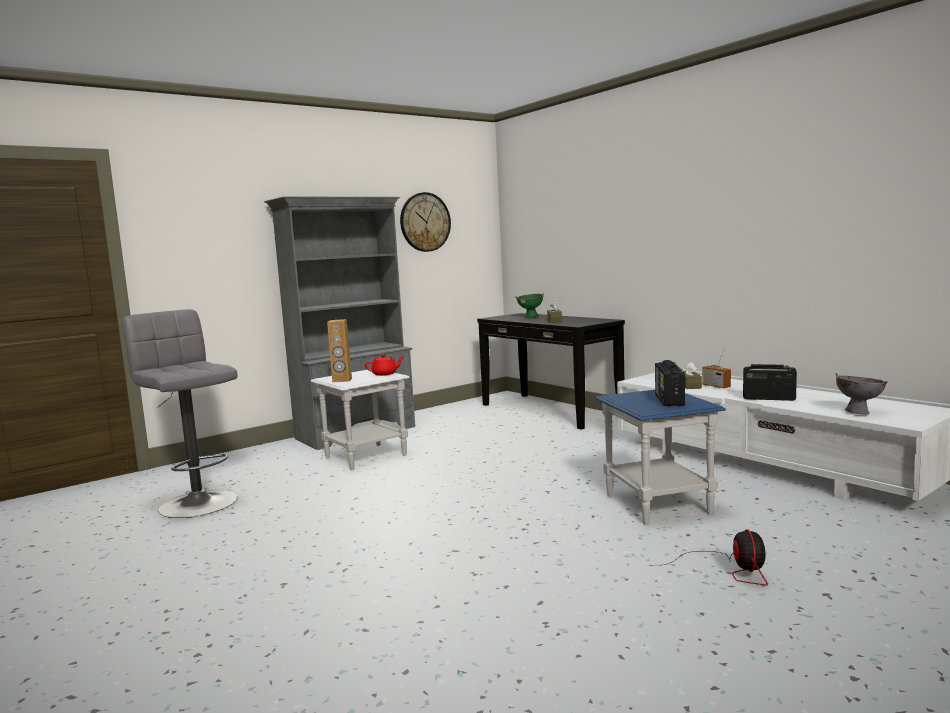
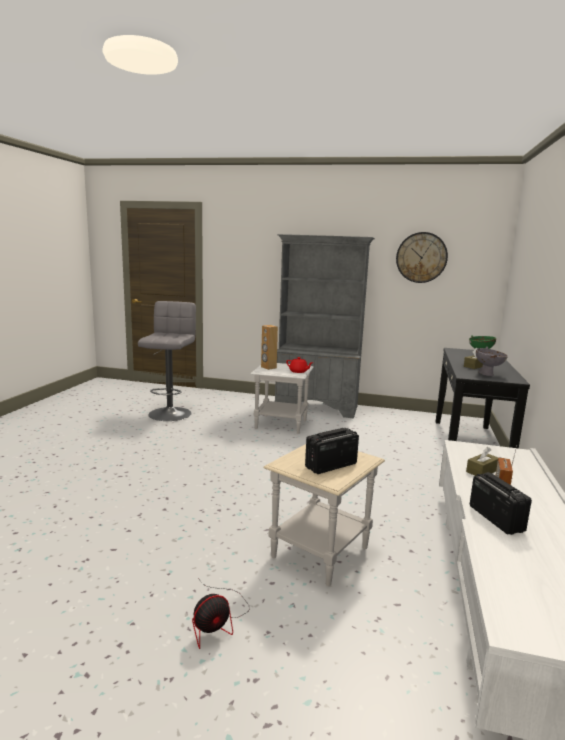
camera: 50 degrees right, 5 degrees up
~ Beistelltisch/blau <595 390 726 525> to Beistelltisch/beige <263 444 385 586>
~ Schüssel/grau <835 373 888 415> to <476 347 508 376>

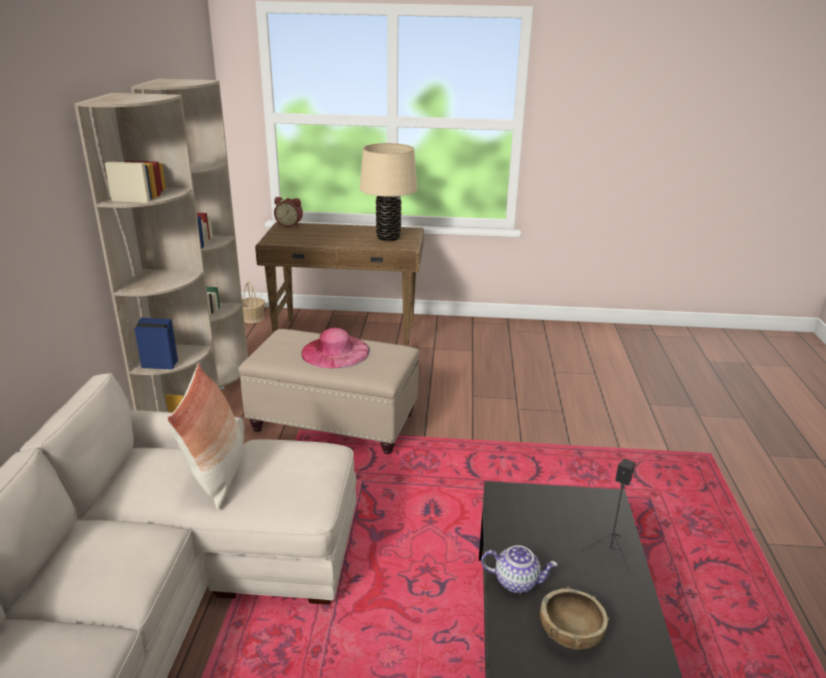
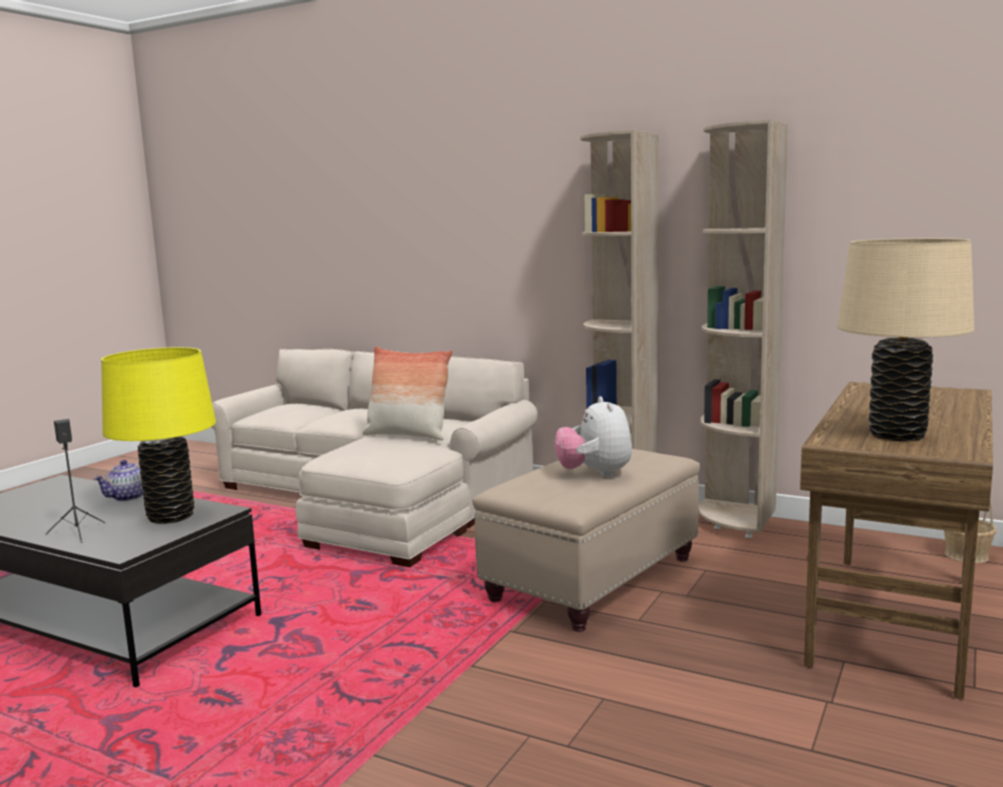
camera: 115 degrees right, 15 degrees down
- Wecker <274 197 303 227>
~ Hut/rosa <301 328 370 368> to Plüschtier <555 396 632 478>
- Schüssel/braun <540 586 610 650>
+ Tischlampe/gelb <101 347 216 524>

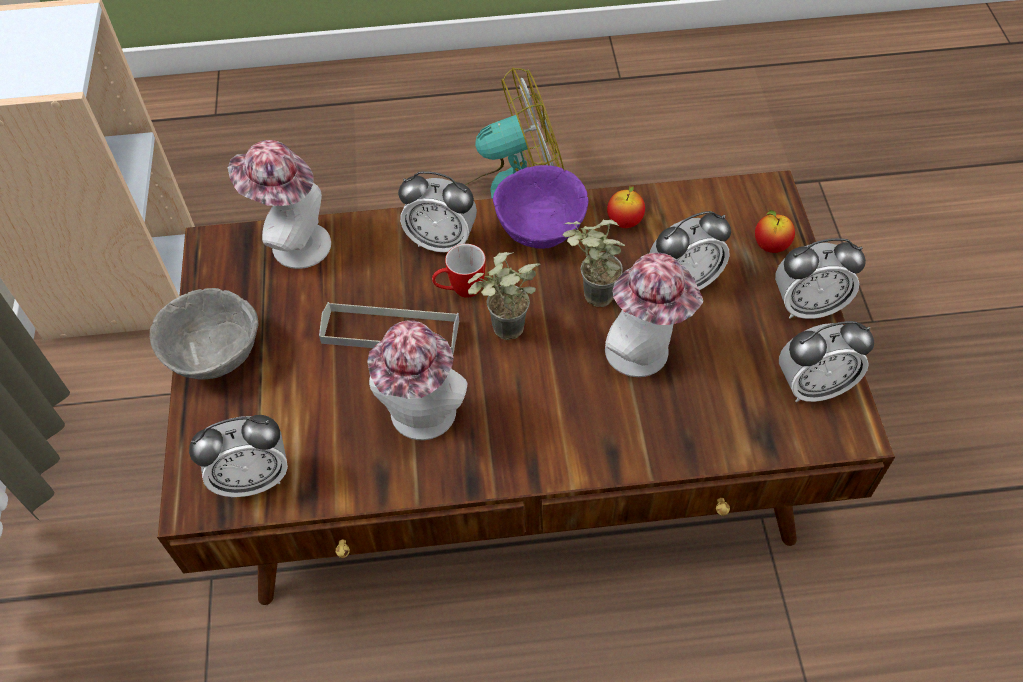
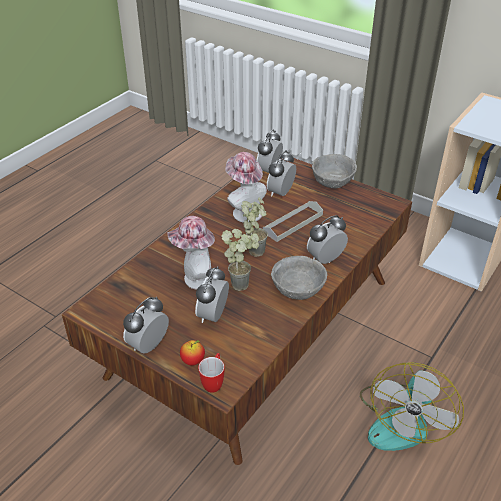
camera: 130 degrees right, 15 degrees down
- Hut <228 140 331 269>
~ Henkelbecher <432 244 486 298> to <198 353 225 393>
~ Schüssel/lila <493 165 589 249> to Schüssel/grau <271 256 327 300>
- Apfel <607 185 645 228>
~ Wecker <779 321 874 402> to <267 150 296 197>

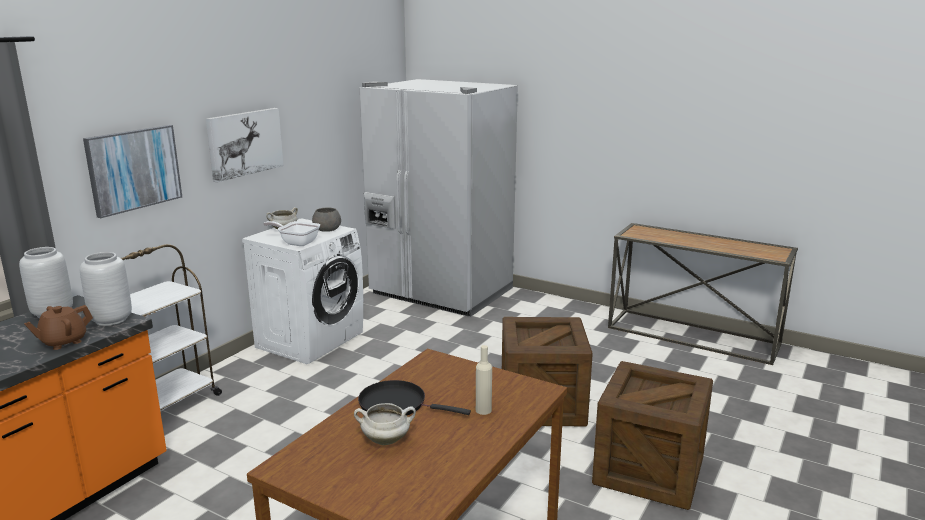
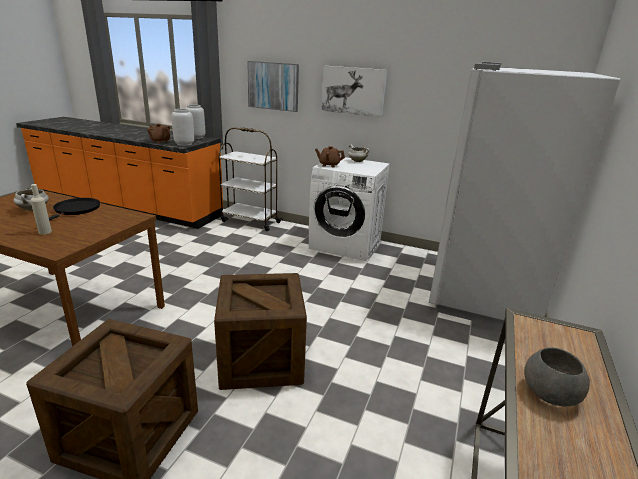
camera: 80 degrees right, 5 degrees up
~ Pfanne <263 221 320 246> to Teekanne/braun <315 146 345 167>
~ Schüssel/grau <312 207 341 232> to <524 347 590 406>

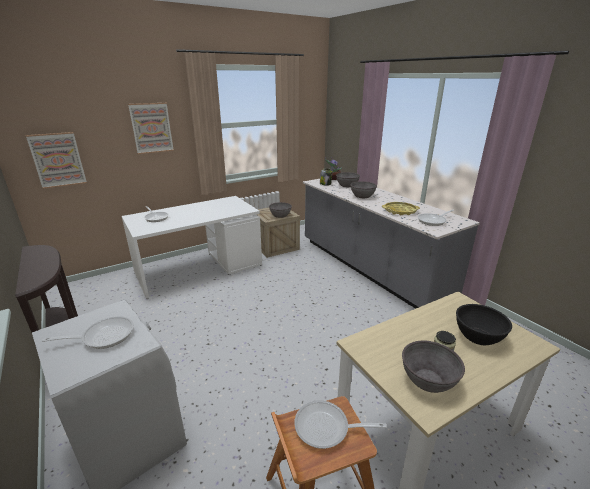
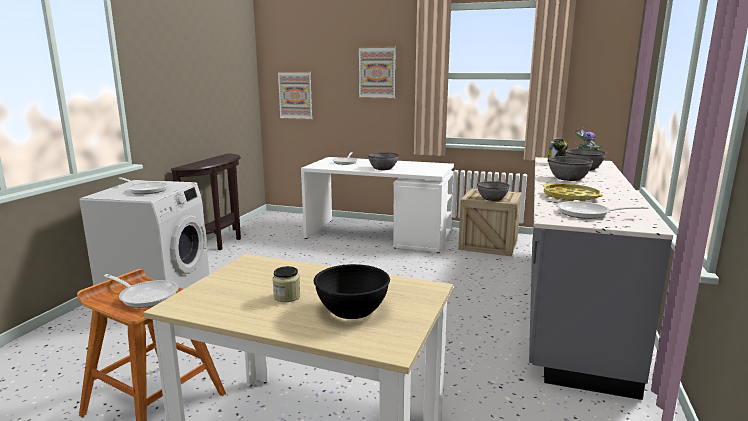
camera: 50 degrees right, 10 degrees down
~ Pfanne <294 400 387 449> = <104 274 179 308> 150 degrees clockwise
~ Schüssel/grau <402 341 465 393> to <368 152 399 170>

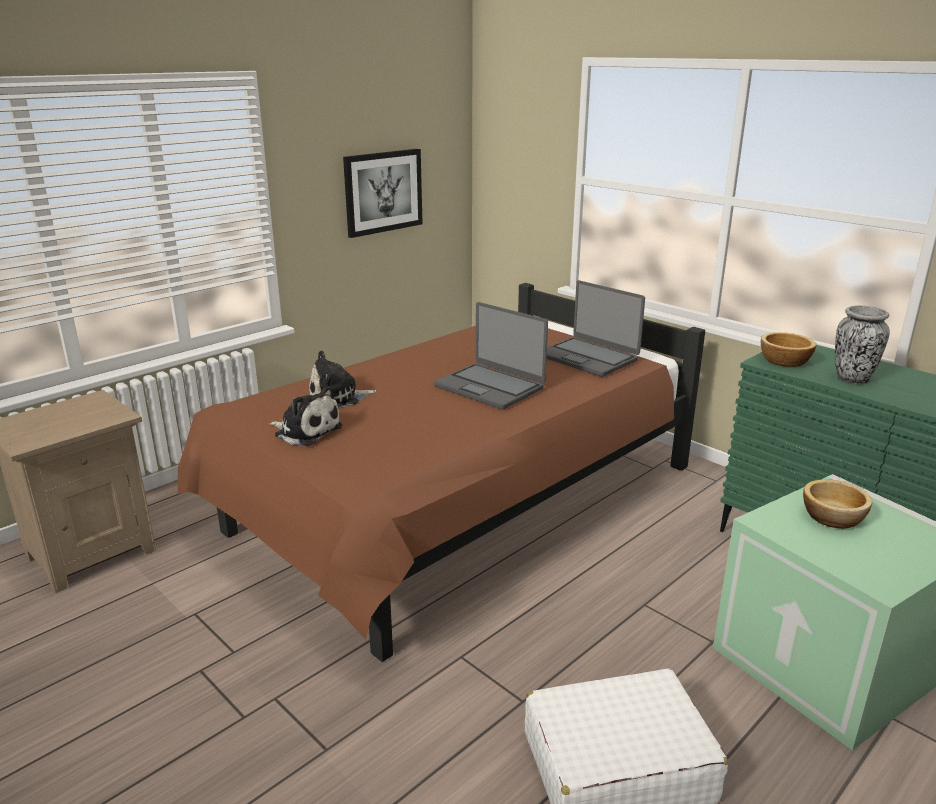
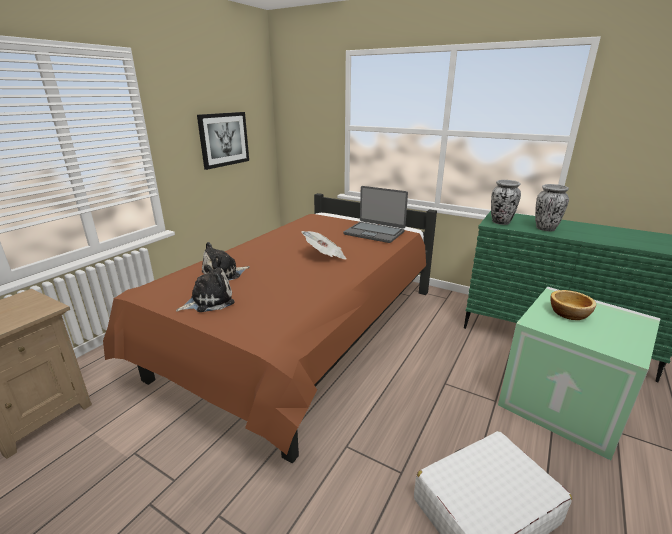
camera: 15 degrees left, 0 degrees up
~ Plüschtier <269 386 343 446> = <176 265 235 312> 45 degrees counterclockwise
~ Laptop <434 302 548 410> to Zeitung <301 231 347 259>
~ Schüssel <761 332 816 367> to Vase <491 180 521 225>

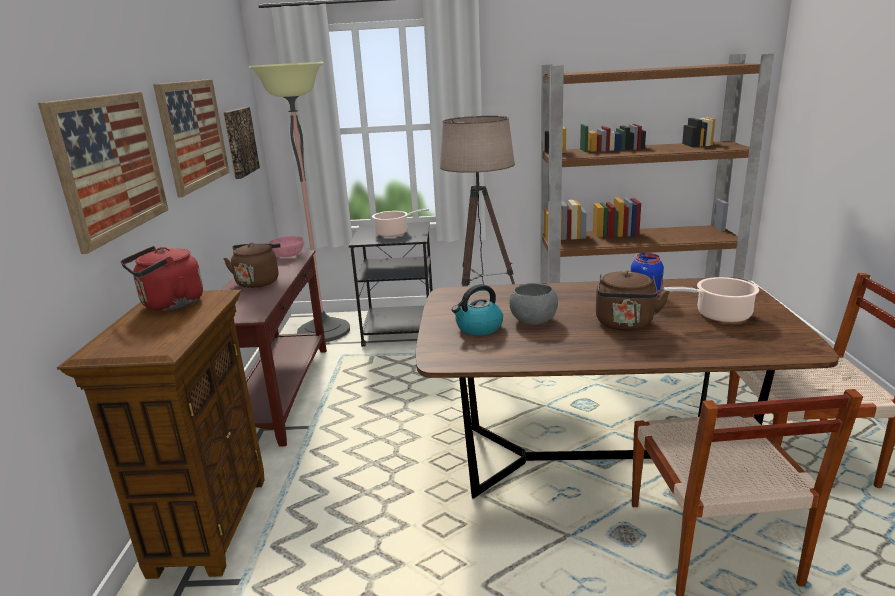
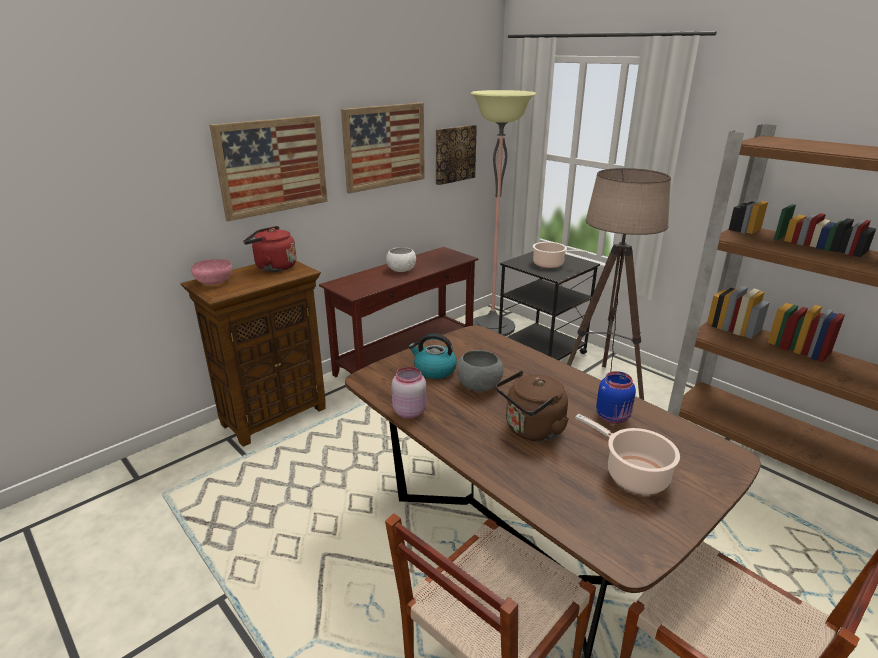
camera: 45 degrees right, 5 degrees up
~ Wasserkessel/braun <223 243 280 288> to Schüssel/weiß <386 247 416 272>
~ Schüssel/rosa <269 236 304 257> to <191 259 232 285>
+ Vorratsglas/rosa <391 367 427 418>

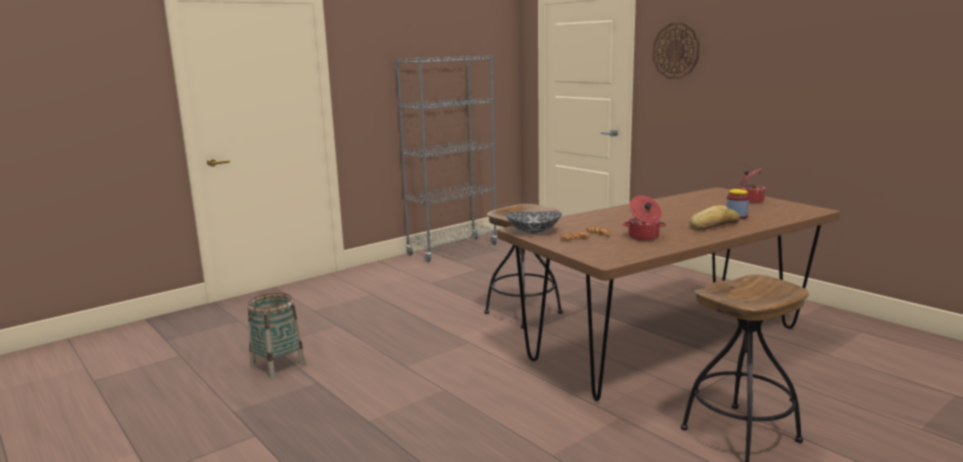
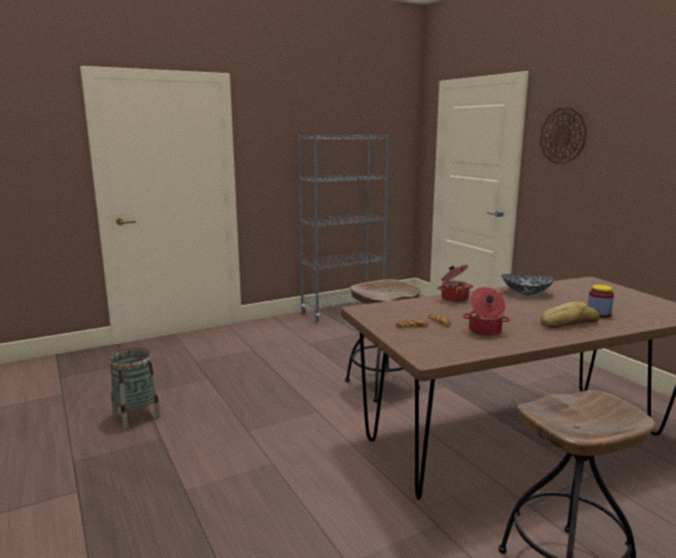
camera: 10 degrees right, 0 degrees up
~ Schüssel <505 211 562 234> to <501 274 555 295>
~ Kochtopf <738 168 766 203> to <437 265 474 302>

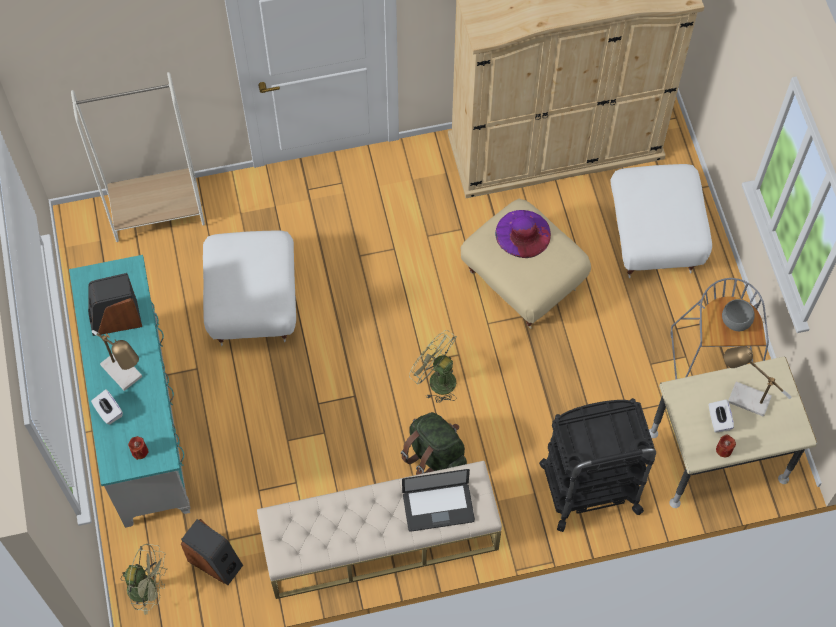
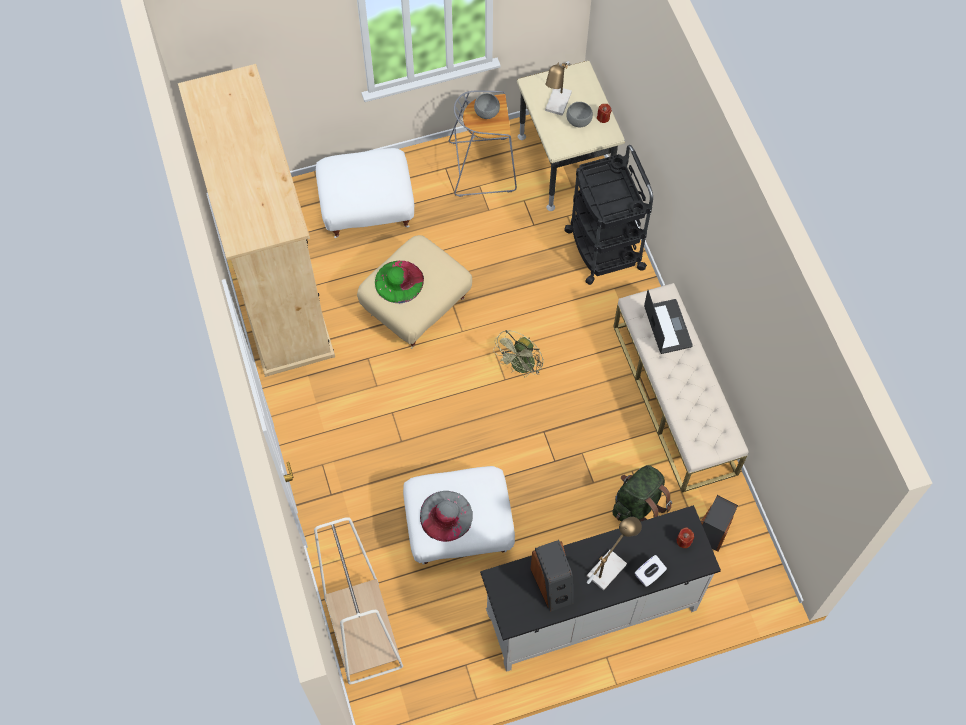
camera: 95 degrees left, 0 degrees up
~ Kommode/türkis <69 255 190 528> to Kommode/schwarz <480 505 721 672>
- Ventilator/grün <121 543 167 615>
~ Rucksack/grün <401 412 467 475> to <612 465 672 522>
~ Hut/lila <495 210 551 258> to Hut/grün <375 261 424 303>
~ Taschentuchbox/weiß <709 399 734 432> to Schüssel/grau <566 102 593 127>
+ Hut/grau <420 491 473 542>

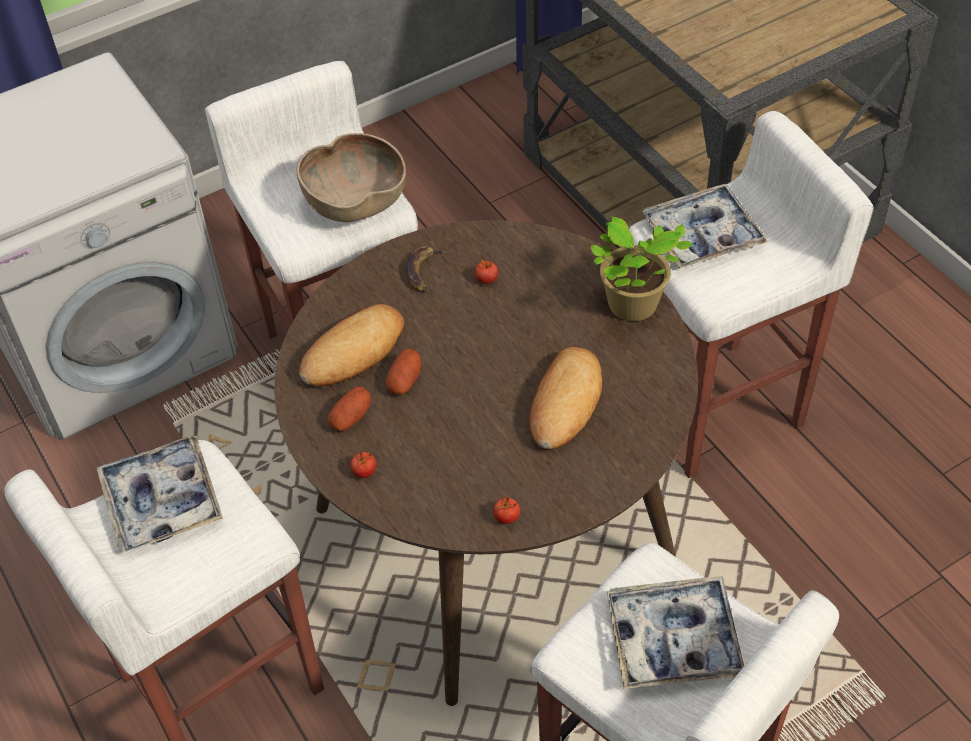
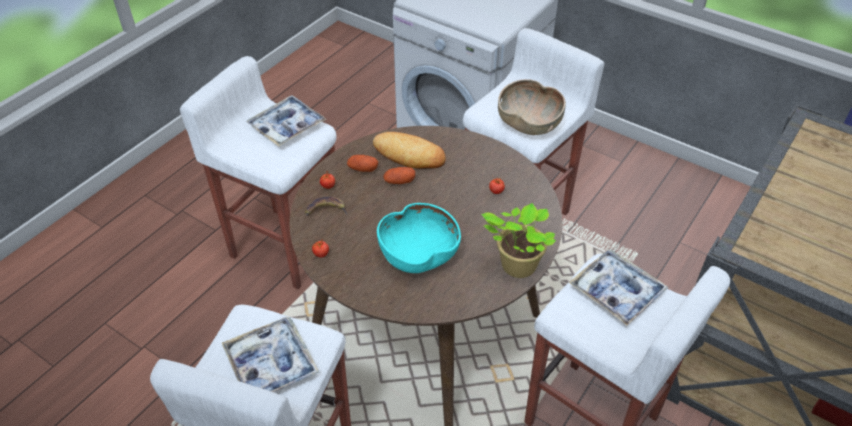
camera: 65 degrees right, 5 degrees down
~ Banane <406 246 446 292> to <305 197 348 216>
~ Brot <529 347 602 449> to Schüssel/türkis <377 203 461 273>

